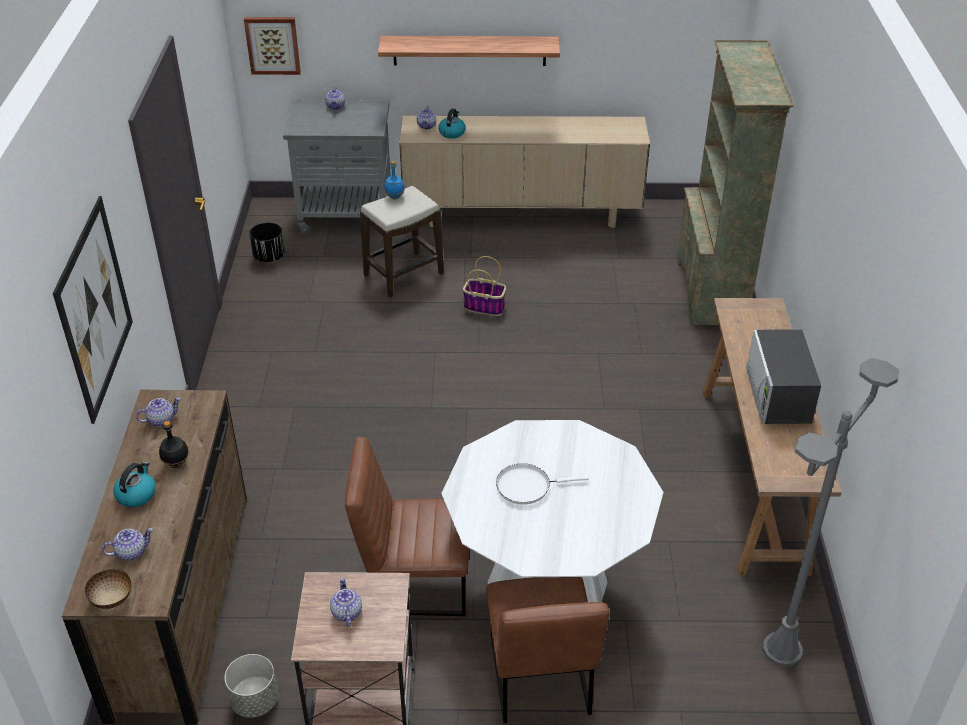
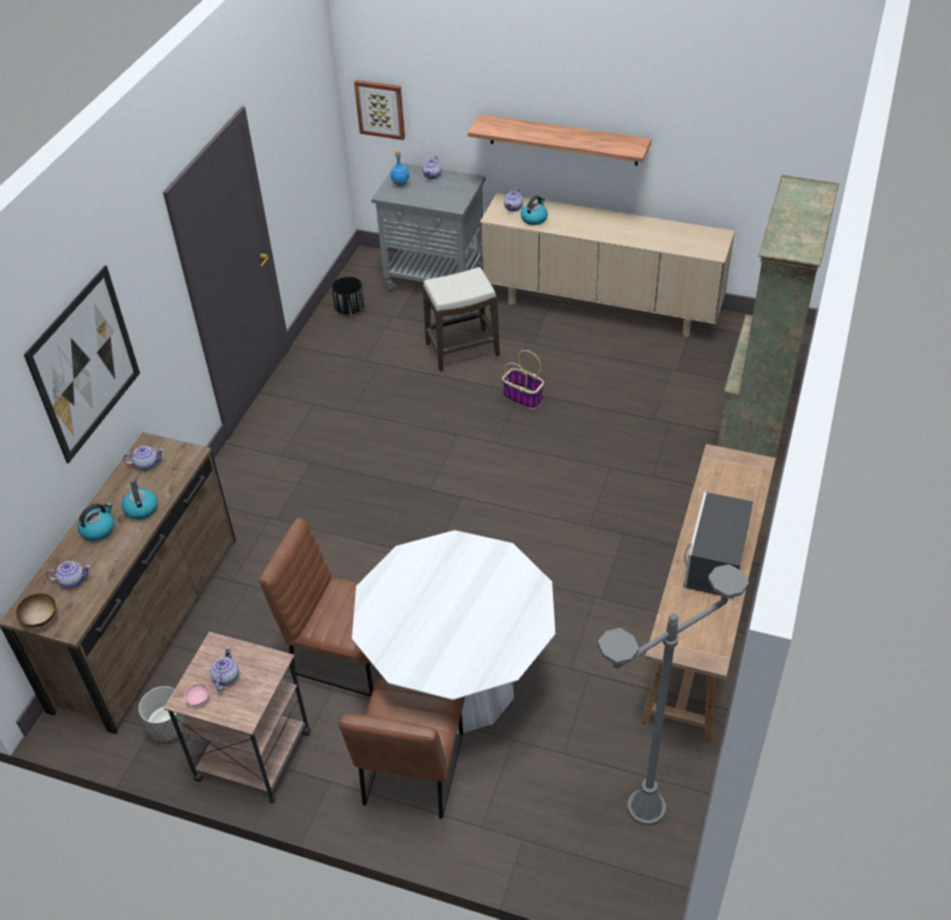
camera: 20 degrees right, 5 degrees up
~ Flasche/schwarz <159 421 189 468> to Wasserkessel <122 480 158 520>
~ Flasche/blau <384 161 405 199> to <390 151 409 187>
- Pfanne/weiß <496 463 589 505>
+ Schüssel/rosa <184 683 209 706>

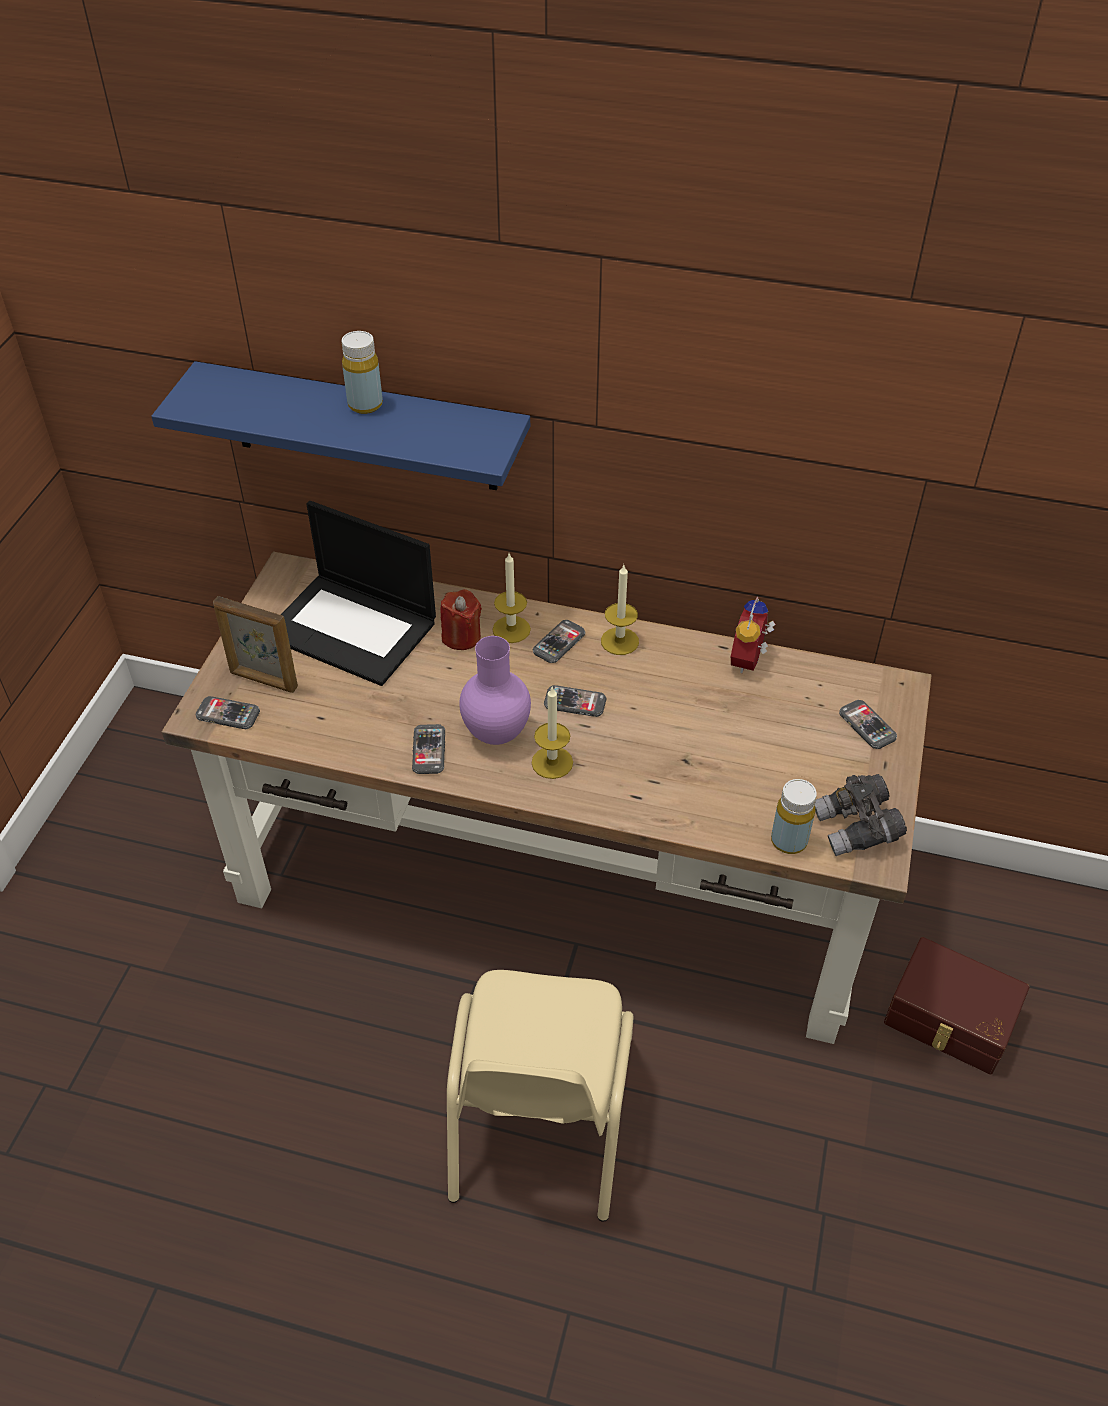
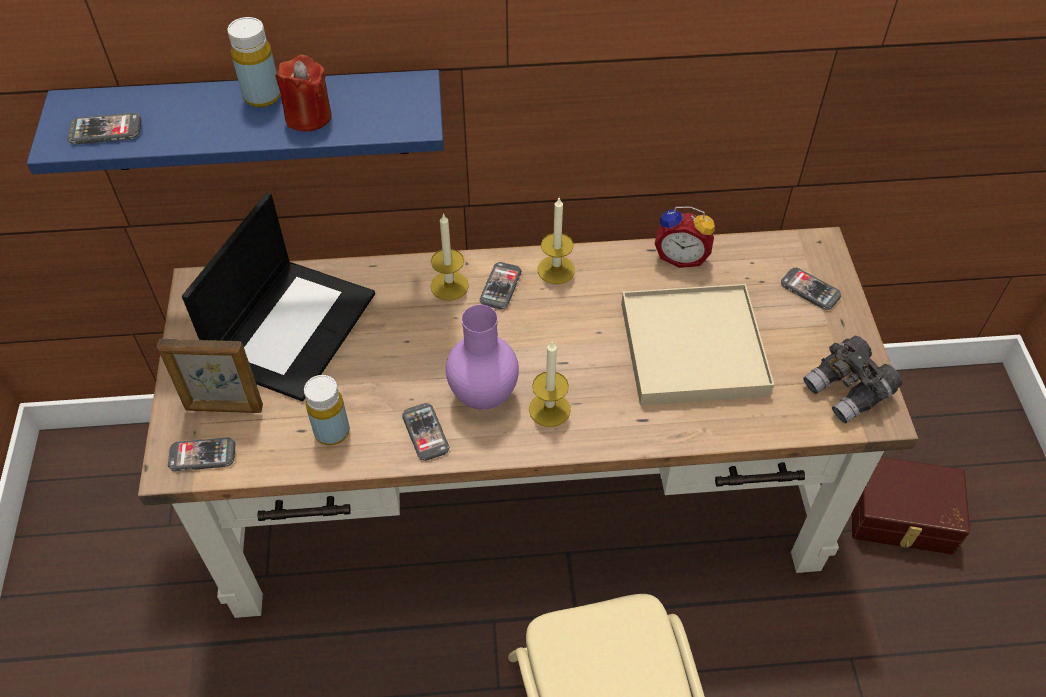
camera: 20 degrees left, 5 degrees up
~ Laptop <281 501 436 686> = <182 193 375 401> 75 degrees counterclockwise
~ Kerze/rot <441 589 482 650> to <275 55 332 132>
~ Handy <544 685 606 717> to <67 113 142 145>
~ Wecker <731 597 776 673> = <655 206 715 268> 75 degrees counterclockwise
~ Flasche/gelb <771 779 817 854> to <304 375 350 445>
+ Tablett/beige <621 284 774 406>

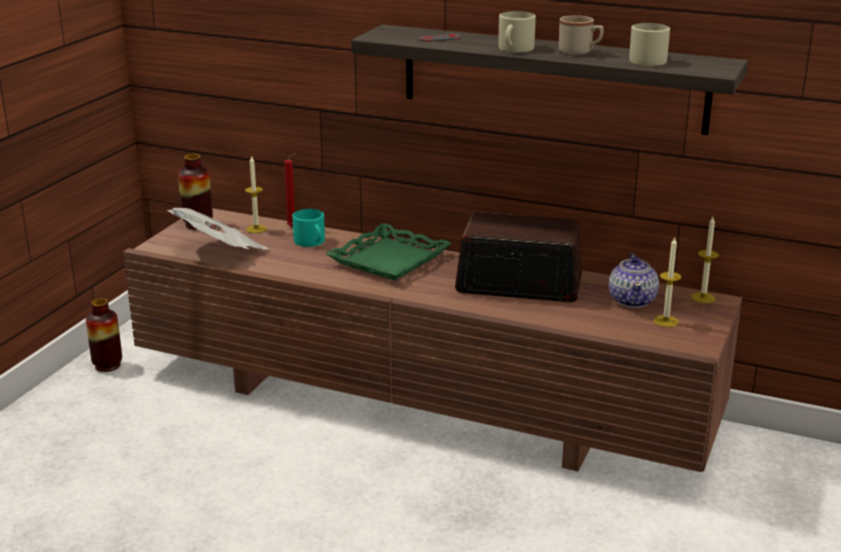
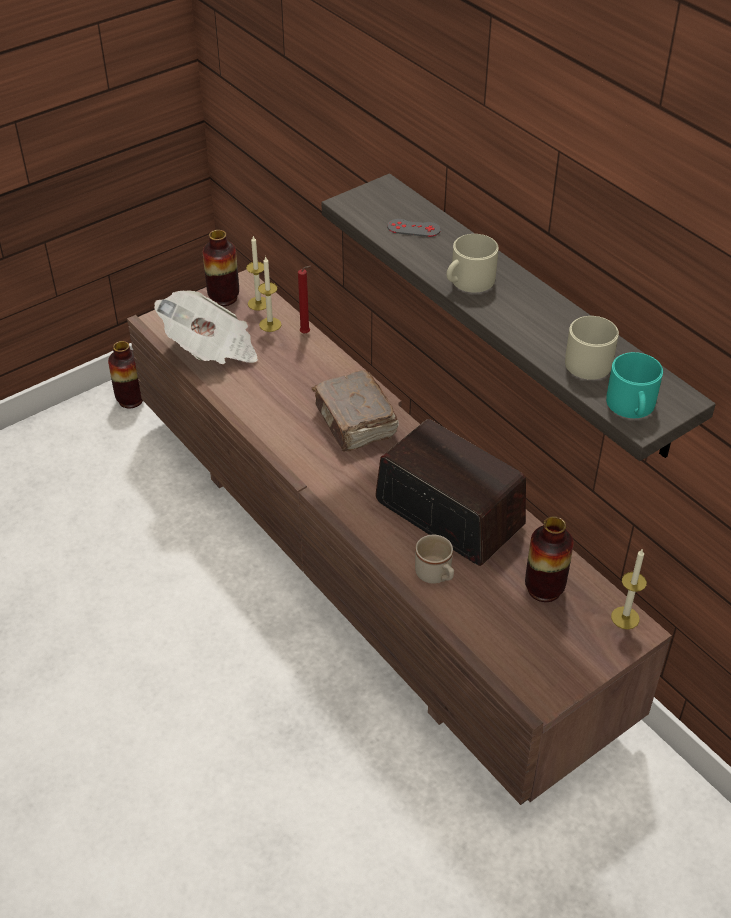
camera: 30 degrees right, 20 degrees up
~ Henkelbecher/türkis <292 209 325 247> to <606 352 663 418>
~ Tablett/grün <325 223 452 281> to Buch/braun <312 370 399 451>
~ Henkelbecher/beige <559 15 603 55> to <415 535 454 584>
~ Teekanne <609 253 659 308> to Vase <525 516 574 602>
~ Kerze <654 237 682 327> to <246 236 266 311>

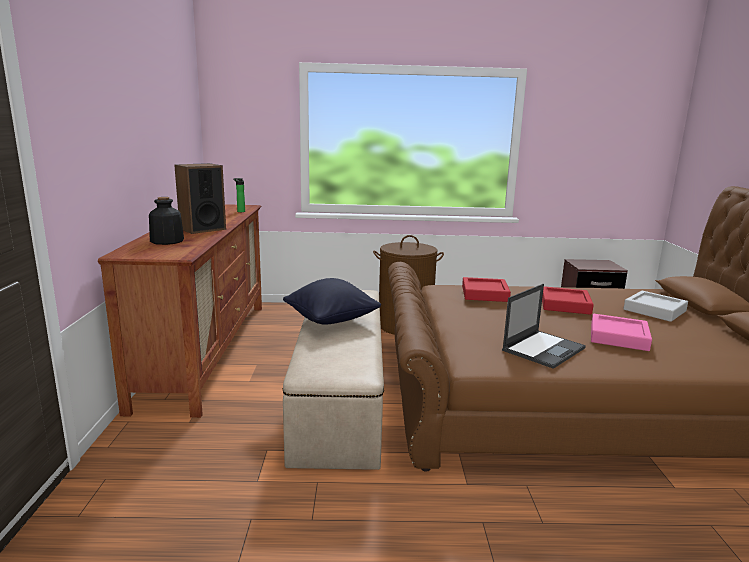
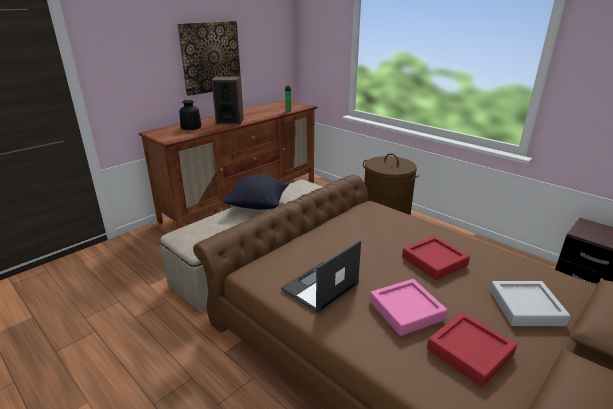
camera: 45 degrees right, 10 degrees up
~ Tablett/rot <462 277 511 302> to <427 312 517 387>
~ Laptop <502 284 586 369> = <281 240 361 313> 135 degrees clockwise
+ Bild <177 21 241 96>

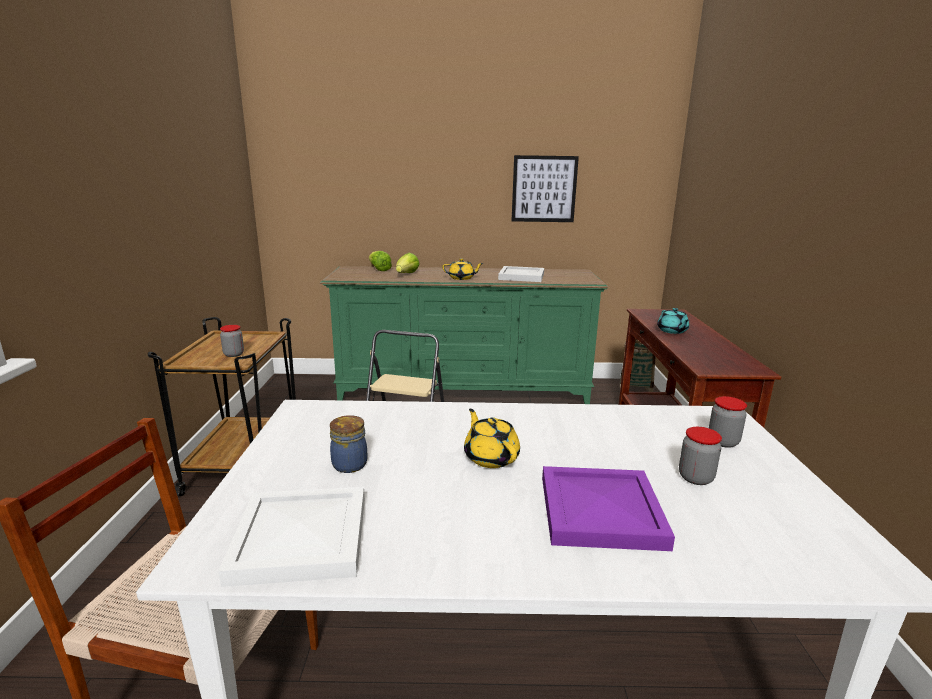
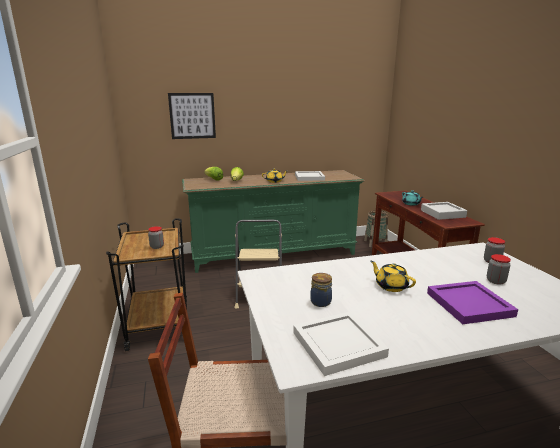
camera: 15 degrees left, 0 degrees up
~ Bild <512 155 579 222> to <168 93 216 139>
+ Tablett/grau <421 202 467 220>

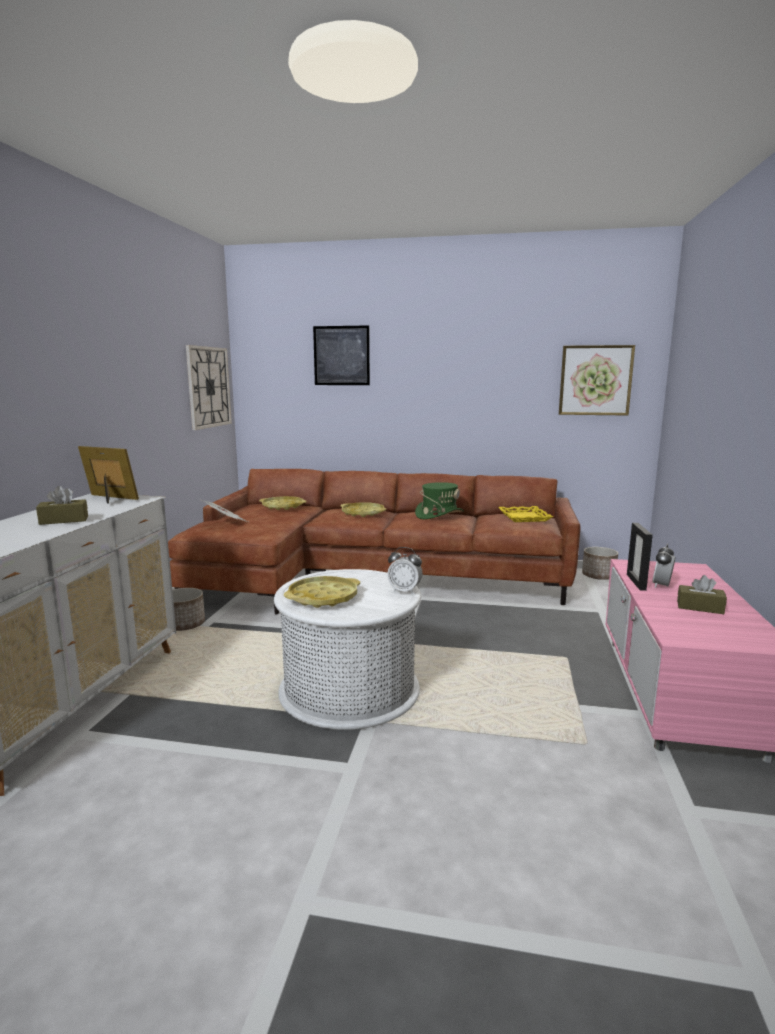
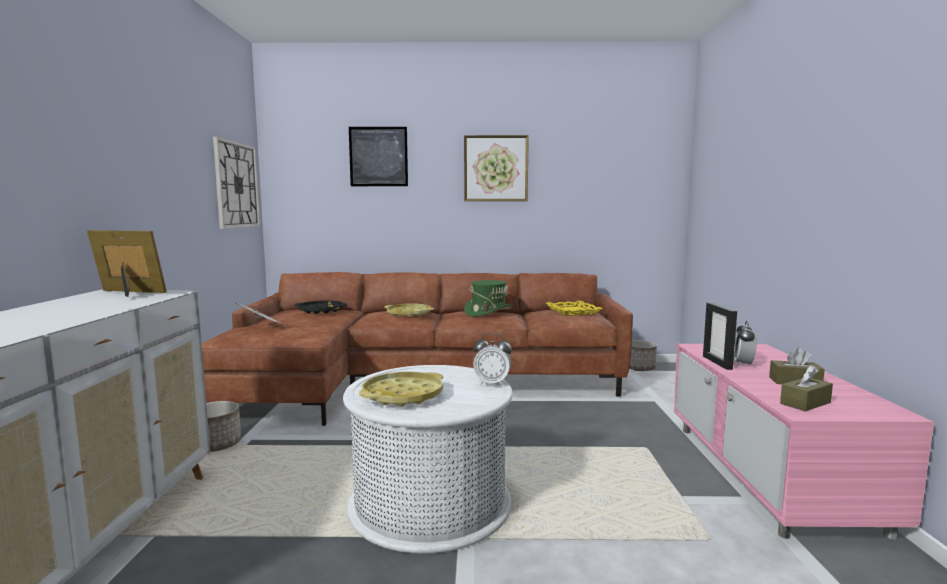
camera: 10 degrees left, 5 degrees down
~ Taschentuchbox/braun <36 486 88 525> to <780 365 833 412>
~ Tablett/gelb <259 496 307 510> to Tablett/schwarz <294 300 347 314>
~ Bild <559 345 635 416> to <464 135 529 201>

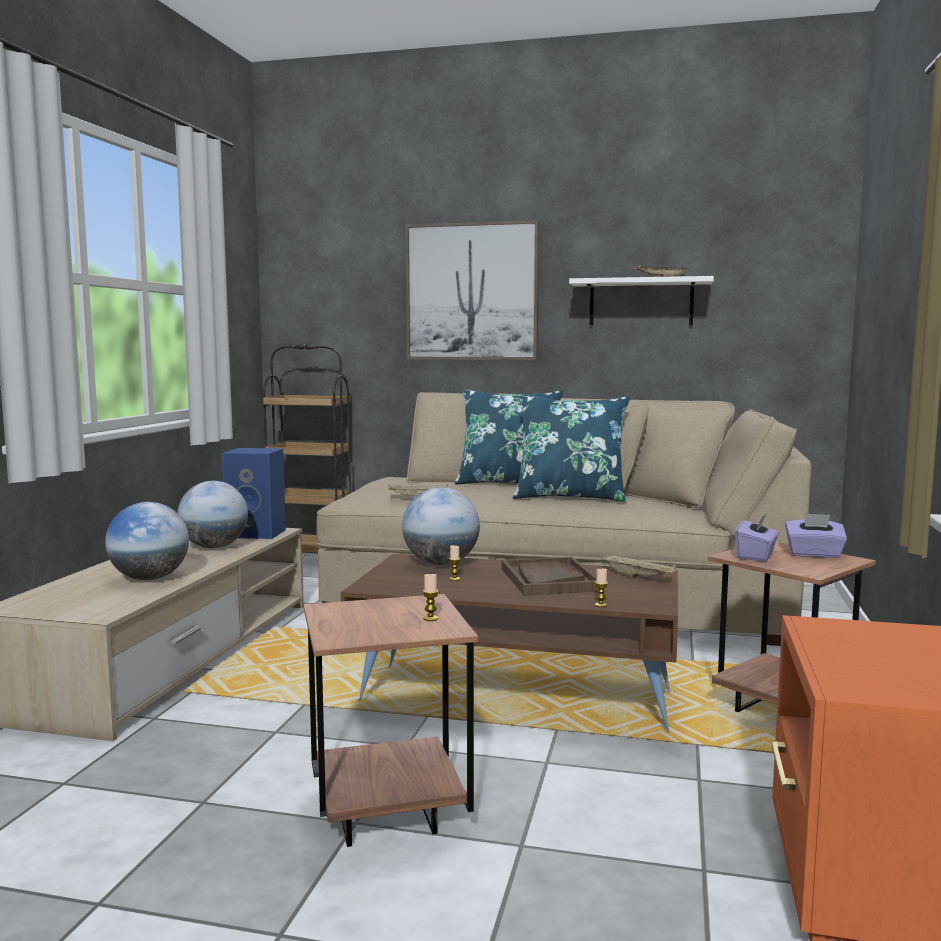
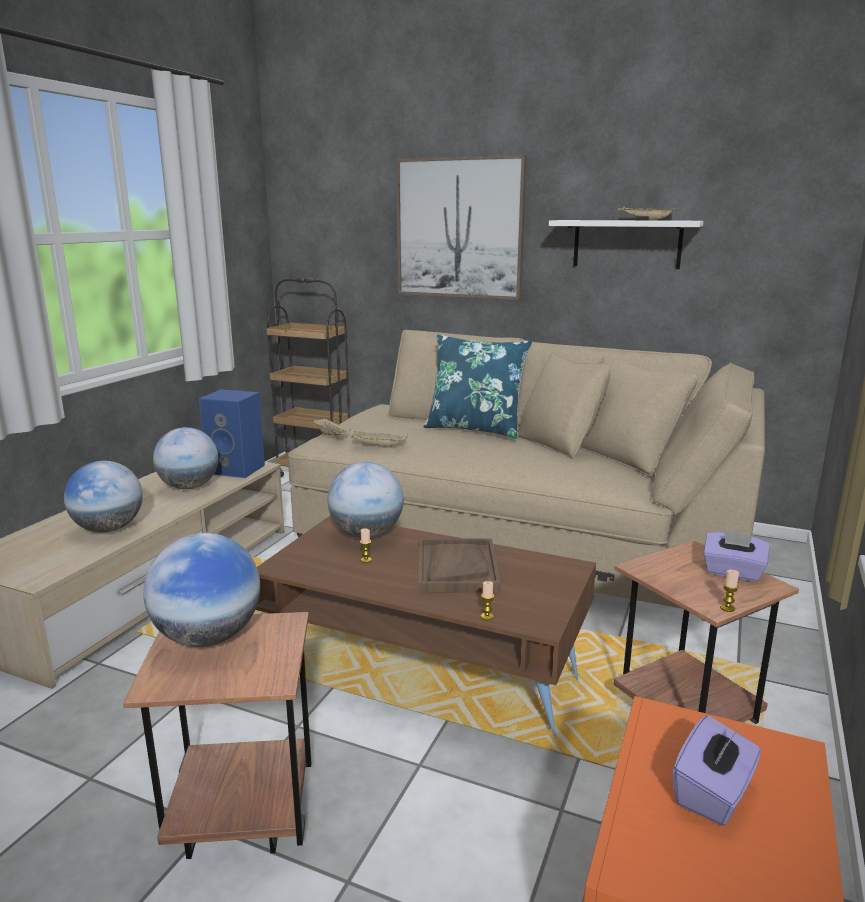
camera: 10 degrees right, 10 degrees up
~ Kerze <423 573 439 621> to <720 570 739 612>
- Kissen/blau <513 395 630 503>
~ Tablett/beige <601 554 677 578> to <313 418 351 436>
~ Taschentuchbox/lila <735 513 779 562> to <673 715 761 826>
+ Globus <143 533 260 647>

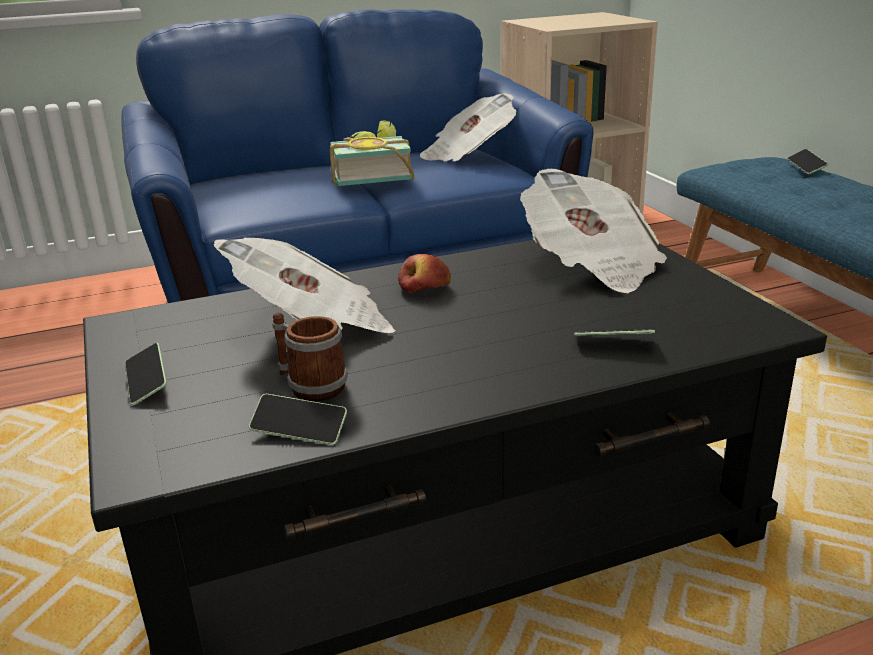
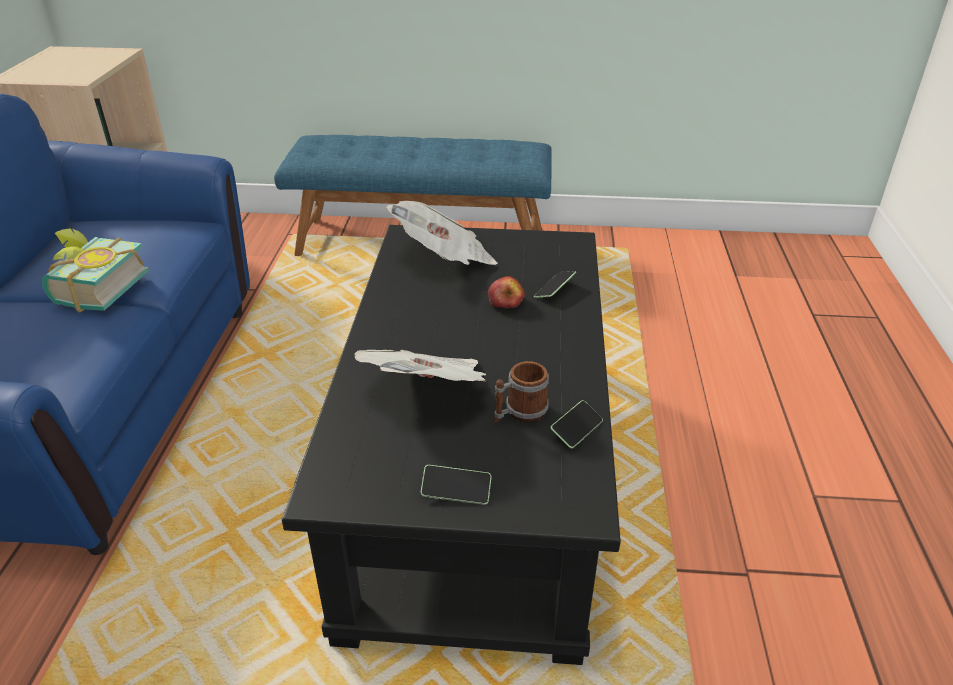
camera: 65 degrees left, 10 degrees up
~ Apfel <398 254 451 293> to <488 276 525 308>
- Zeitung <420 93 516 161>
- Handy <787 149 828 174>

